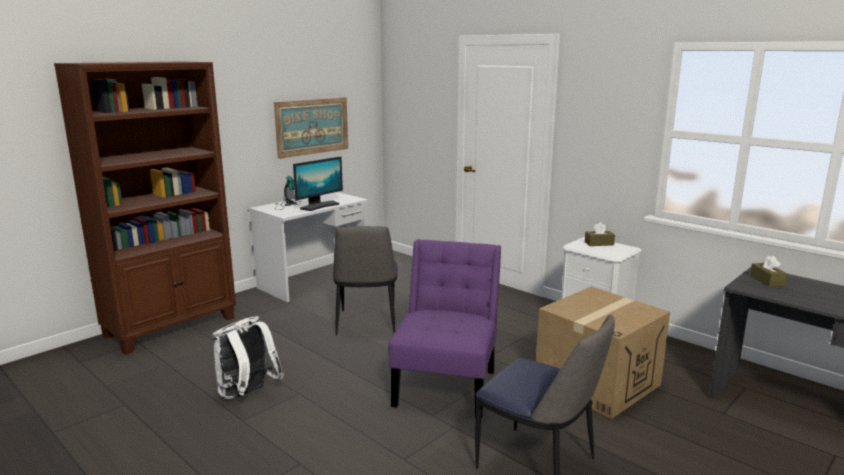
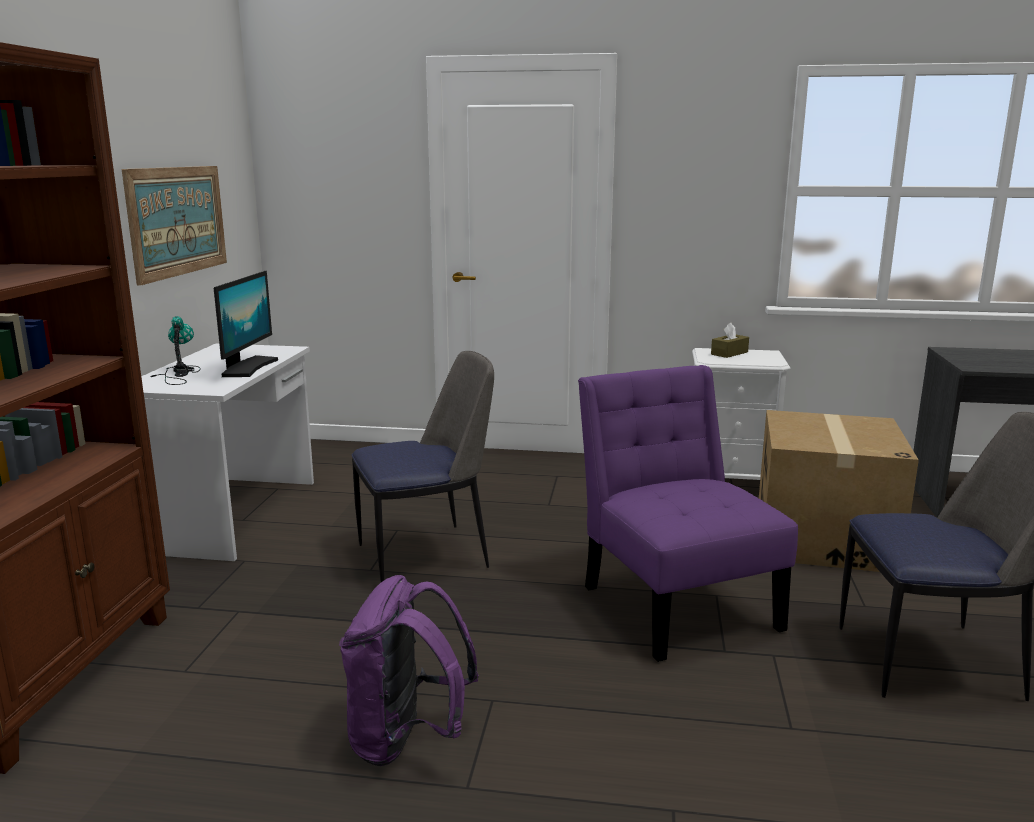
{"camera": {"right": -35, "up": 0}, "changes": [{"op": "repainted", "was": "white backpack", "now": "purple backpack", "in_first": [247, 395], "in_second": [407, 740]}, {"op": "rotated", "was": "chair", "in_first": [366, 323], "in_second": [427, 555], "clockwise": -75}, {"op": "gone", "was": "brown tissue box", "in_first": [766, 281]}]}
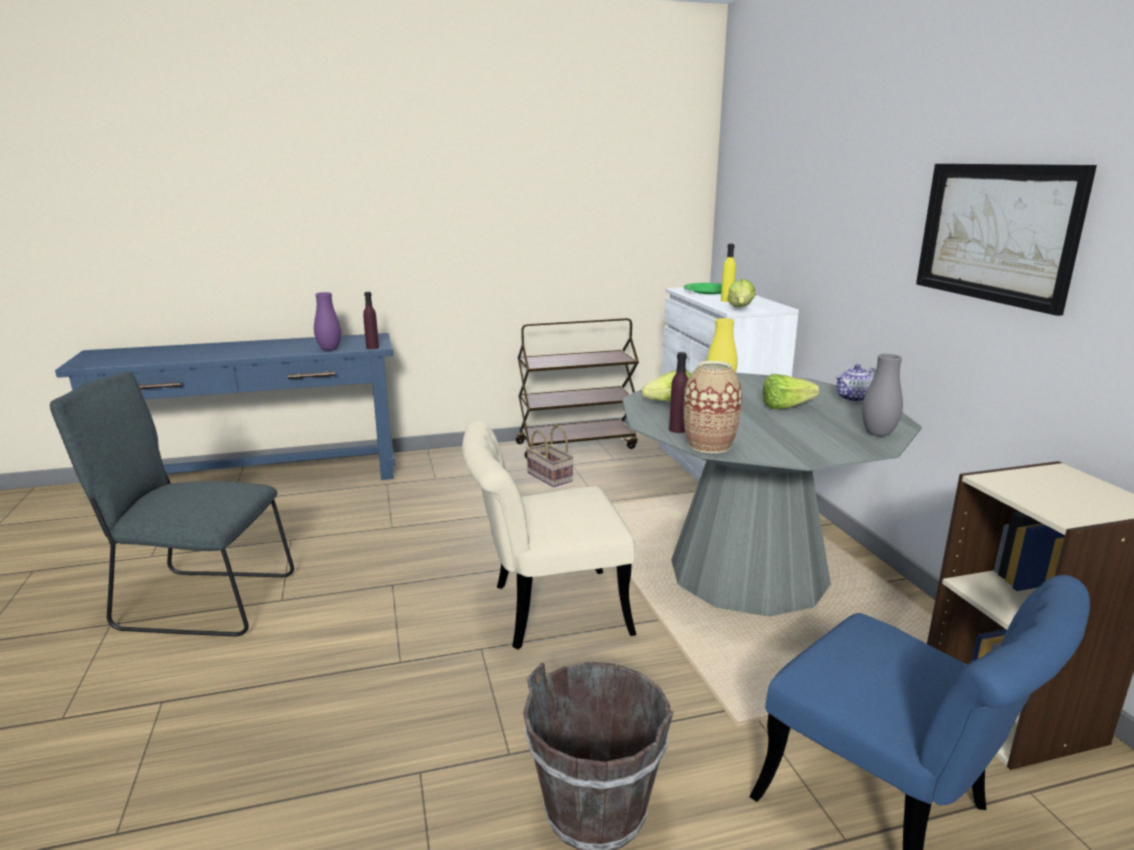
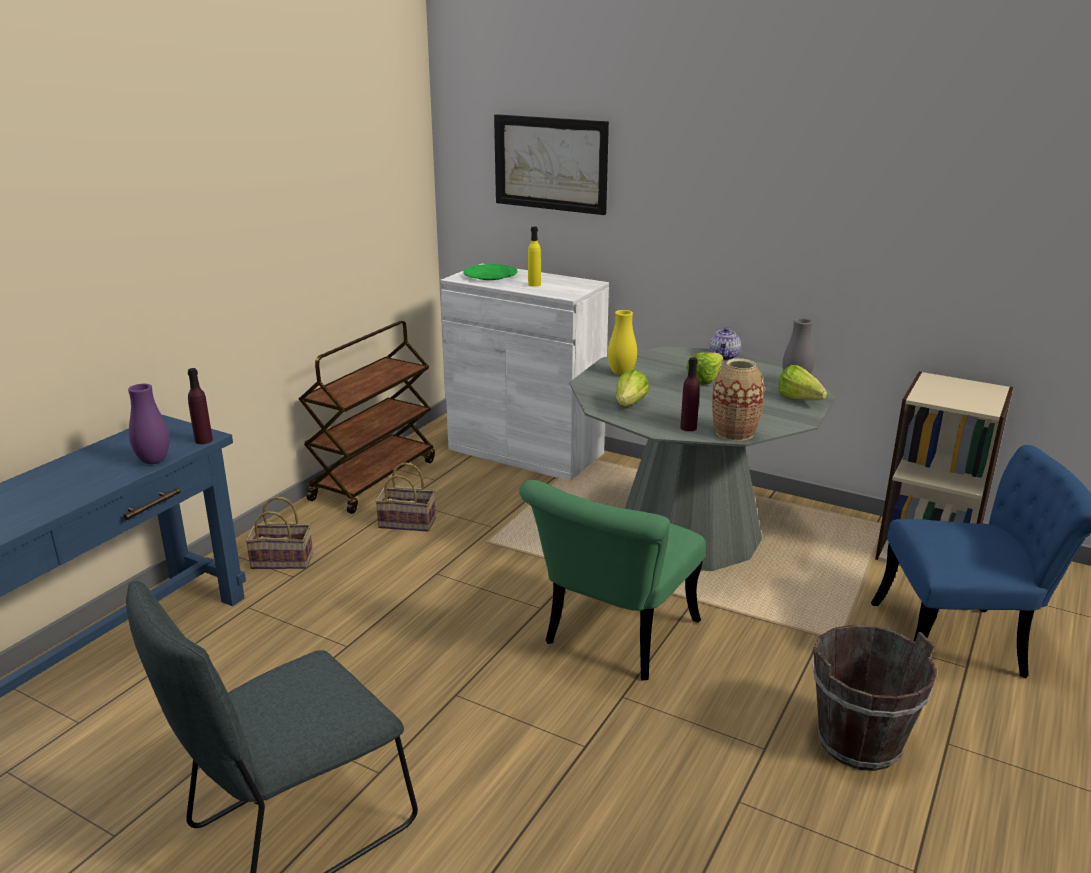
{"camera": {"right": -45, "up": 5}, "changes": [{"op": "new", "now": "basket", "in_second": [284, 560]}, {"op": "shifted", "was": "picture", "in_first": [996, 233], "in_second": [551, 163]}, {"op": "repainted", "was": "beige chair", "now": "green chair", "in_first": [544, 611], "in_second": [613, 640]}, {"op": "shifted", "was": "lettuce", "in_first": [739, 309], "in_second": [802, 401]}]}
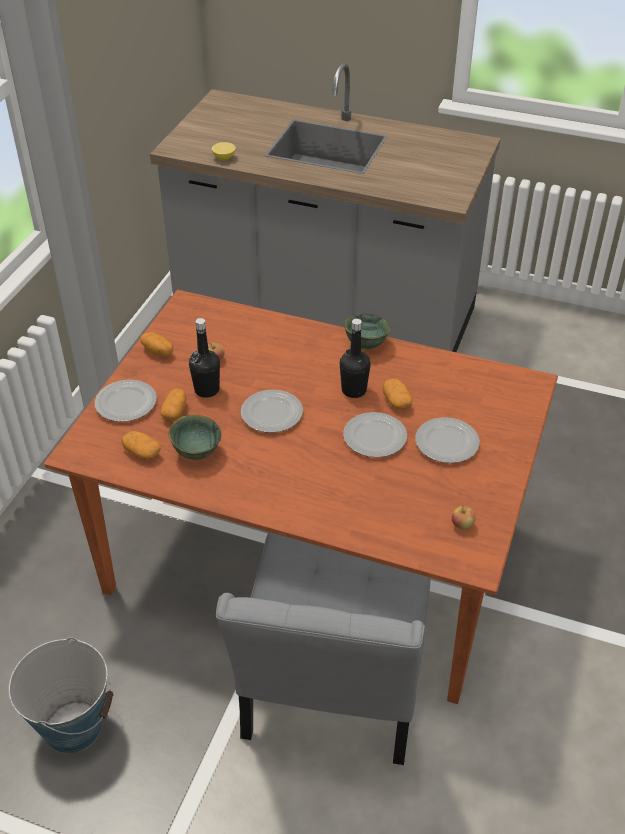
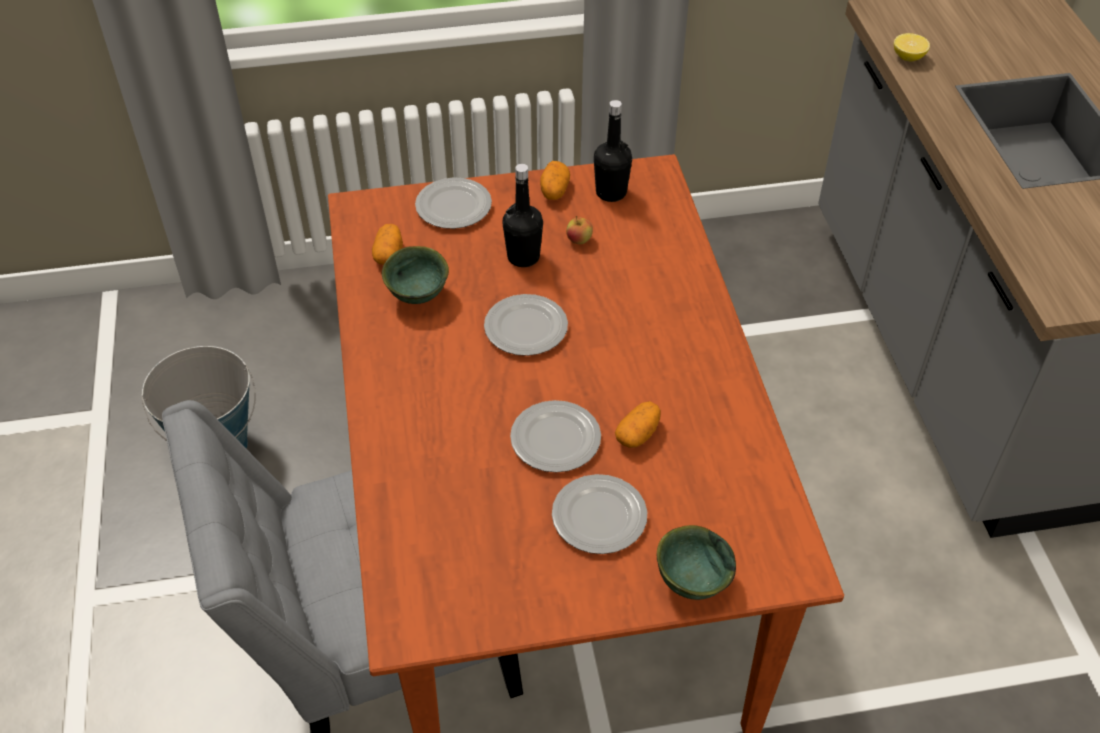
{"camera": {"right": 60, "up": 5}, "changes": [{"op": "shifted", "was": "black bottle", "in_first": [354, 390], "in_second": [611, 192]}, {"op": "shifted", "was": "green bowl", "in_first": [365, 345], "in_second": [690, 581]}, {"op": "gone", "was": "potato", "in_first": [175, 412]}, {"op": "gone", "was": "apple", "in_first": [462, 525]}]}
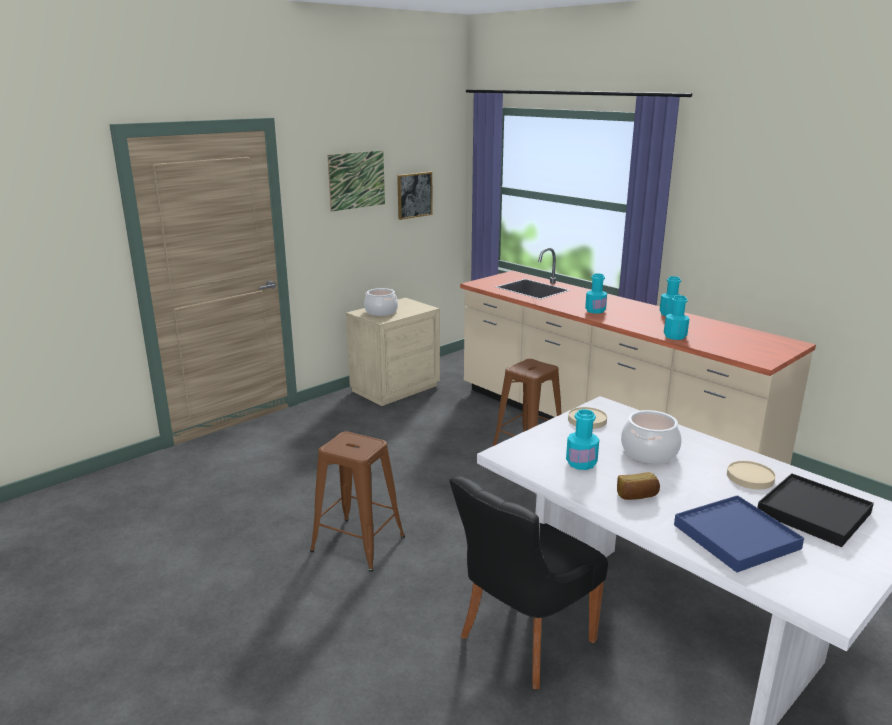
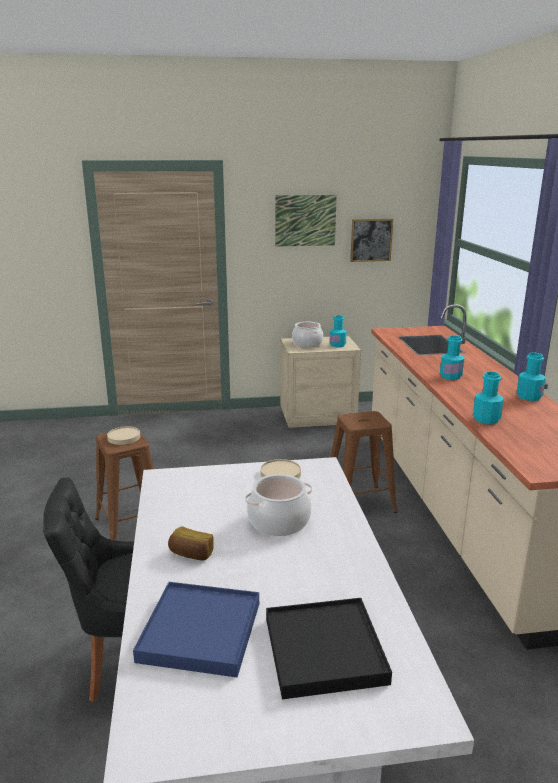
{"camera": {"right": 35, "up": 0}, "changes": [{"op": "shifted", "was": "beige plate", "in_first": [750, 477], "in_second": [124, 437]}, {"op": "shifted", "was": "turquoise bottle", "in_first": [581, 463], "in_second": [337, 345]}]}
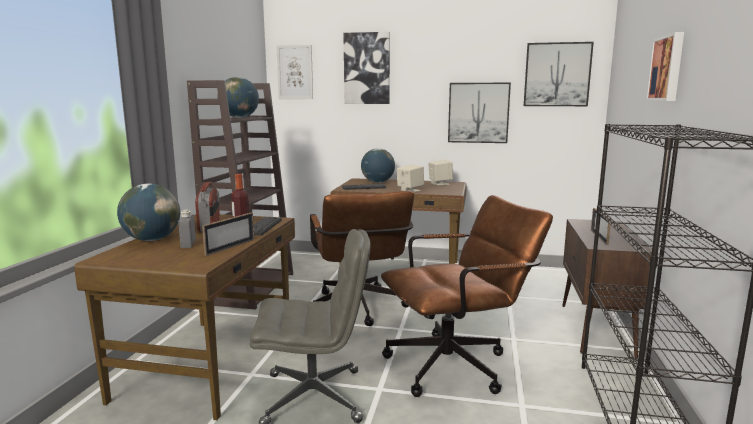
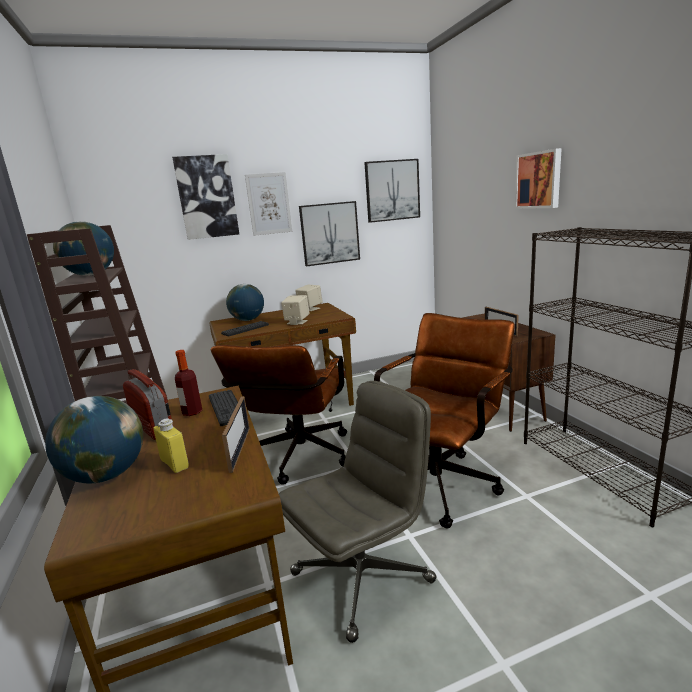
{"camera": {"right": -30, "up": 5}, "changes": [{"op": "repainted", "was": "grey bottle", "now": "yellow bottle", "in_first": [188, 244], "in_second": [174, 464]}, {"op": "rotated", "was": "brown office chair", "in_first": [359, 310], "in_second": [298, 459], "clockwise": 60}, {"op": "shifted", "was": "picture", "in_first": [295, 72], "in_second": [269, 204]}]}
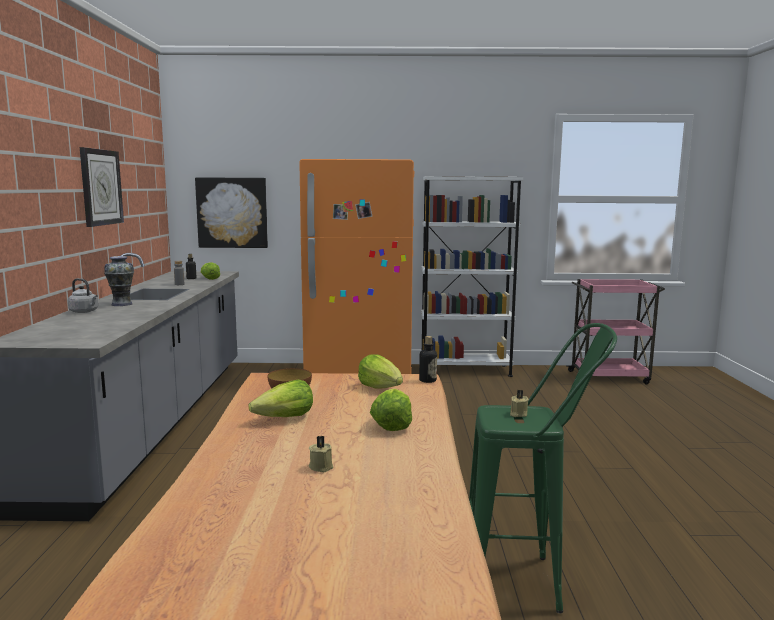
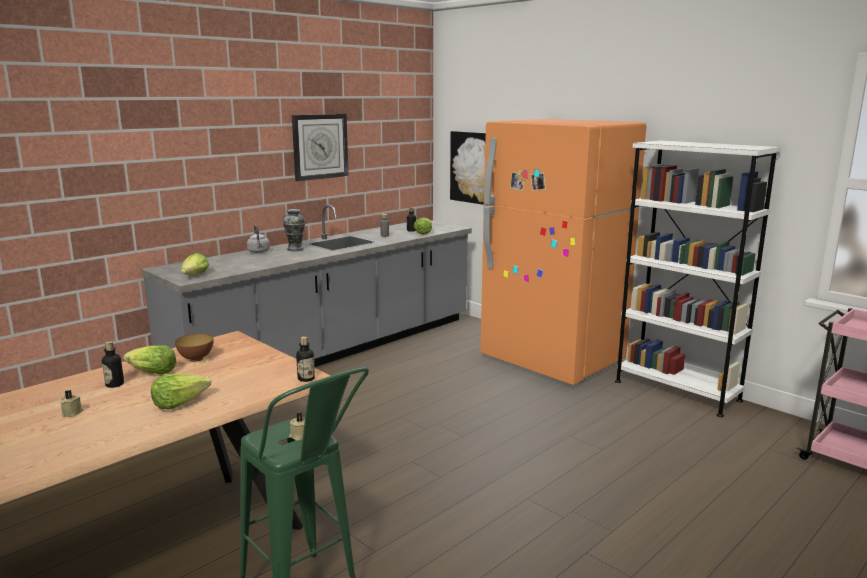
{"camera": {"right": 45, "up": 5}, "changes": [{"op": "new", "now": "bottle", "in_second": [114, 384]}, {"op": "shifted", "was": "lettuce", "in_first": [381, 388], "in_second": [195, 275]}]}
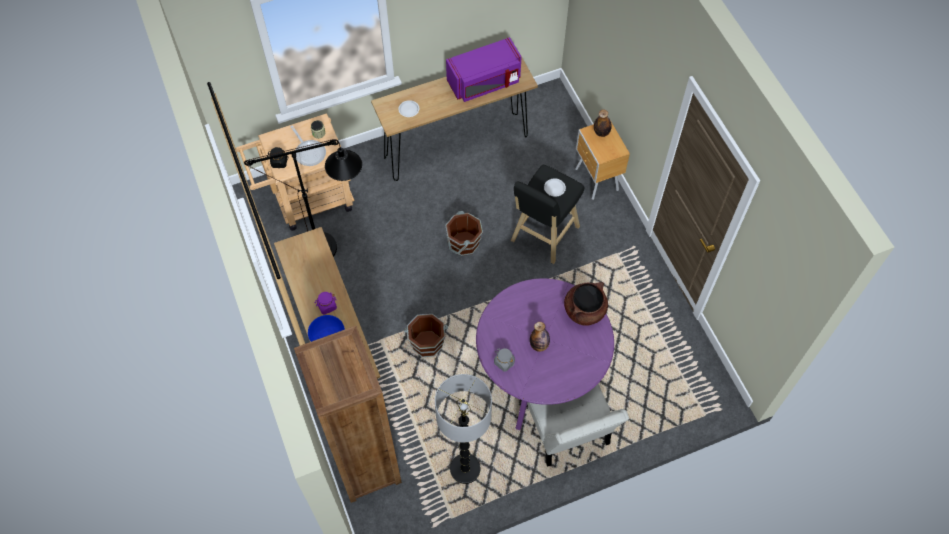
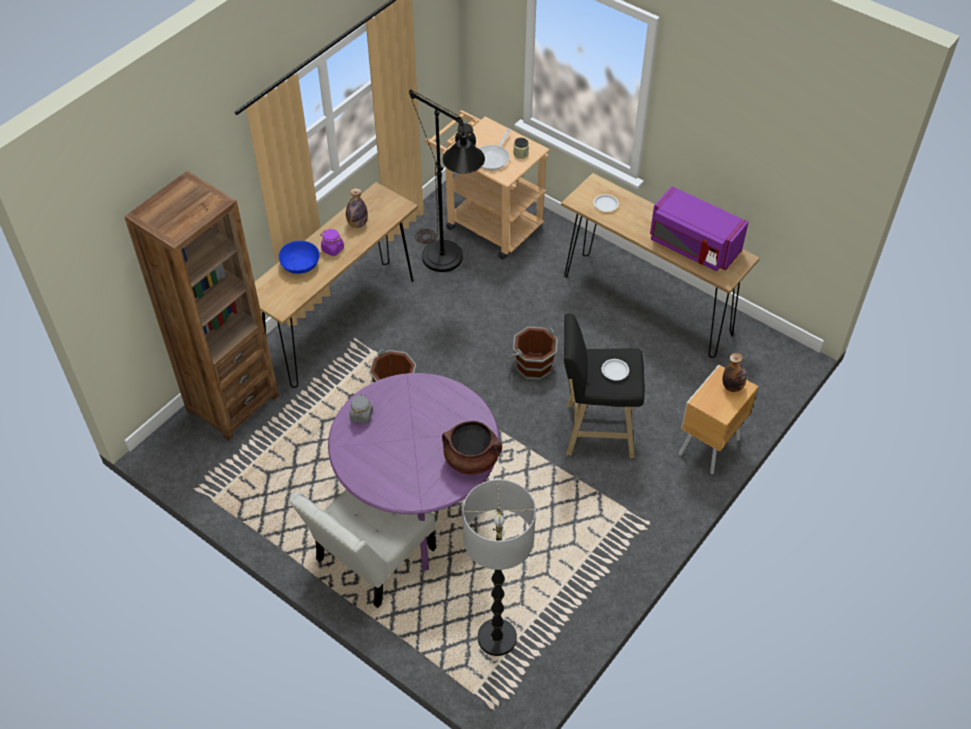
{"camera": {"right": 60, "up": -10}, "changes": [{"op": "shifted", "was": "bottle", "in_first": [539, 345], "in_second": [357, 224]}, {"op": "shifted", "was": "floor lamp", "in_first": [465, 469], "in_second": [496, 638]}]}
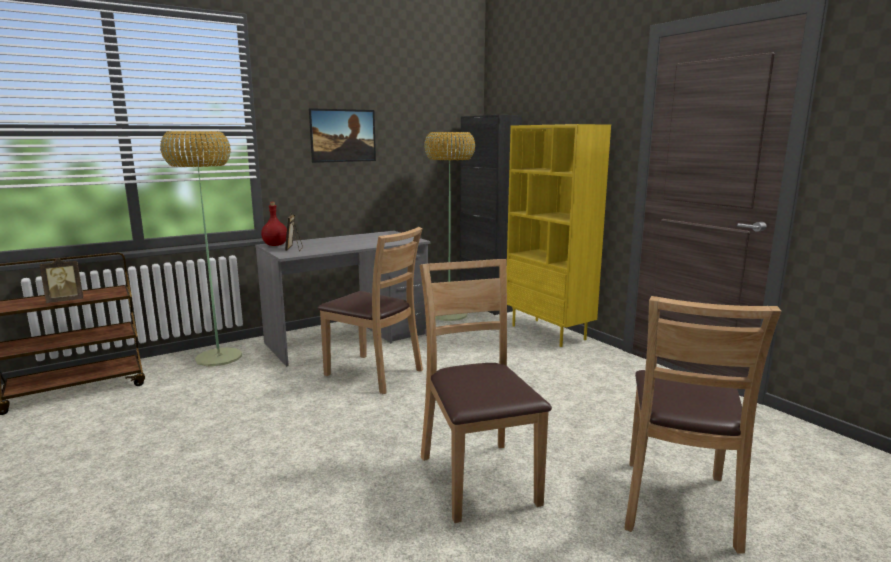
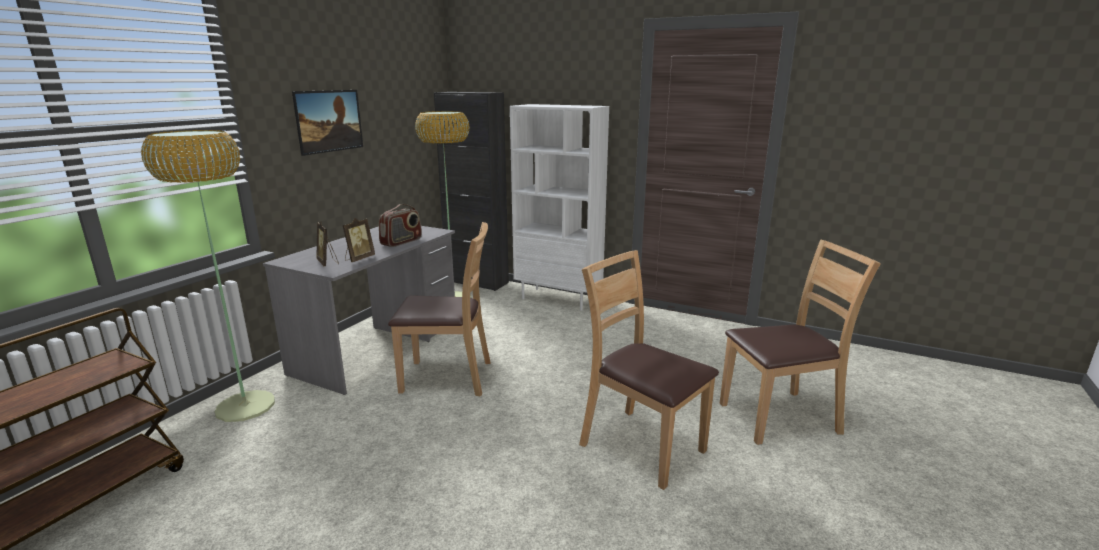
{"camera": {"right": -30, "up": 5}, "changes": [{"op": "shifted", "was": "picture frame", "in_first": [65, 301], "in_second": [359, 259]}, {"op": "new", "now": "radio", "in_second": [401, 242]}, {"op": "repainted", "was": "yellow bookcase", "now": "white bookcase", "in_first": [549, 332], "in_second": [559, 299]}, {"op": "rotated", "was": "brown chair", "in_first": [677, 504], "in_second": [779, 417], "clockwise": -90}, {"op": "gone", "was": "red bottle", "in_first": [276, 245]}]}
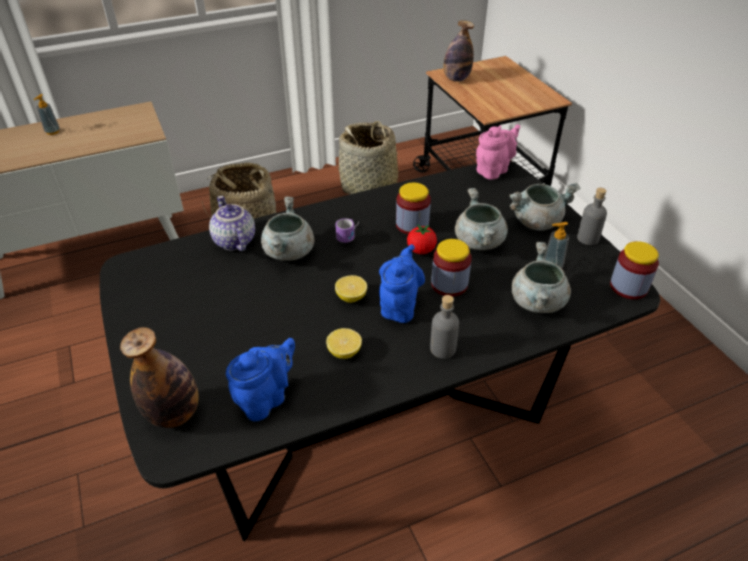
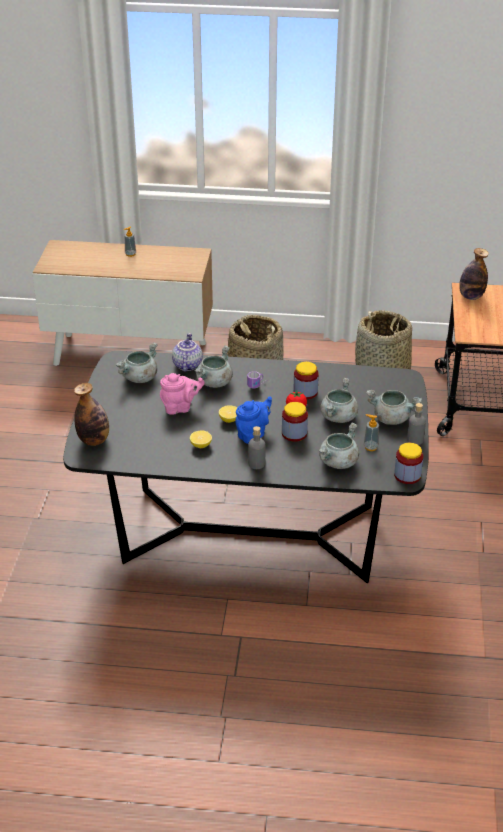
{"camera": {"right": 30, "up": -5}, "changes": [{"op": "new", "now": "grey cooking pot", "in_second": [139, 378]}, {"op": "shifted", "was": "pink teapot", "in_first": [494, 170], "in_second": [180, 408]}, {"op": "gone", "was": "blue teapot", "in_first": [265, 399]}]}
